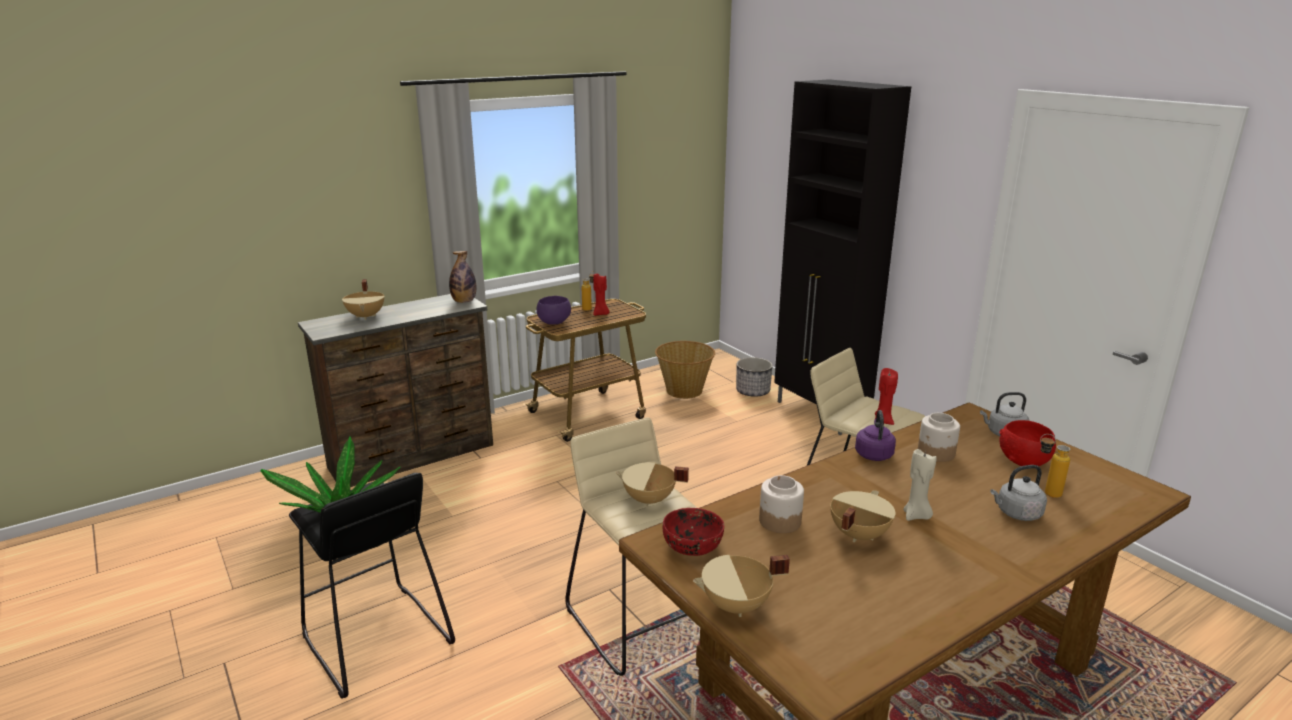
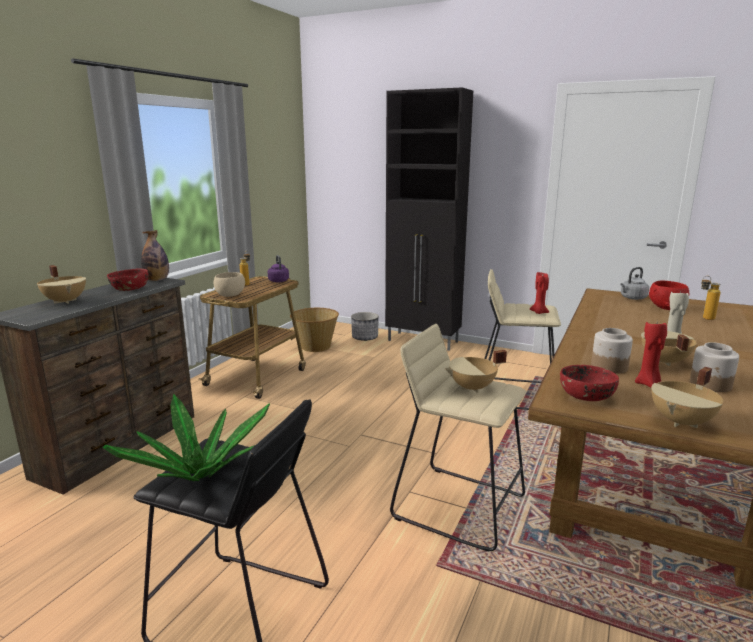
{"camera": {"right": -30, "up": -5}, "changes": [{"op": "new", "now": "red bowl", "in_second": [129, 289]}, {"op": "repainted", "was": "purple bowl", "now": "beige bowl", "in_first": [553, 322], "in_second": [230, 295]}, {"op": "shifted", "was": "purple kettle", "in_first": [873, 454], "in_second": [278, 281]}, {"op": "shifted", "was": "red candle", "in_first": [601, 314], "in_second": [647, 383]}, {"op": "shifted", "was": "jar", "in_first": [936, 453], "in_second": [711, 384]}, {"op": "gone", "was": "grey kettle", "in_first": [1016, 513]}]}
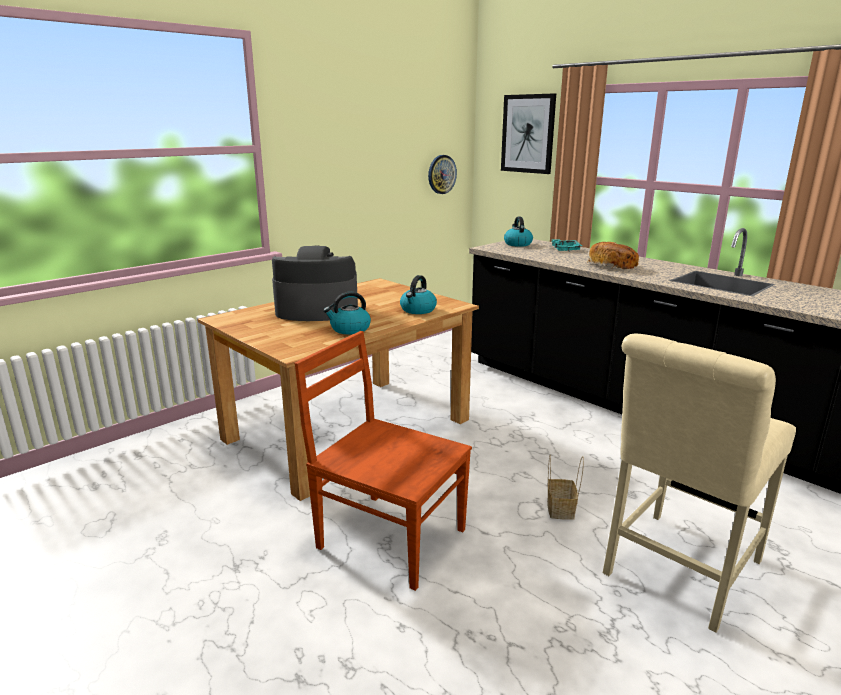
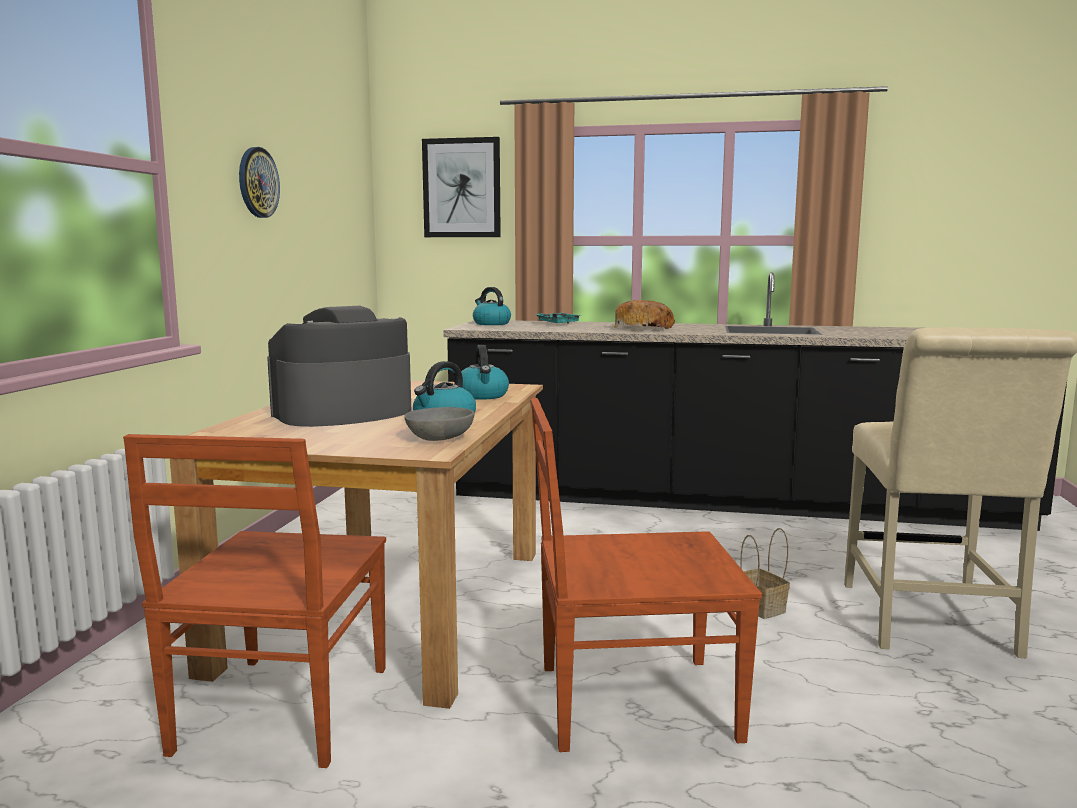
{"camera": {"right": -35, "up": -10}, "changes": [{"op": "new", "now": "brown chair", "in_second": [281, 712]}, {"op": "shifted", "was": "wall clock", "in_first": [441, 174], "in_second": [257, 182]}, {"op": "new", "now": "grey bowl", "in_second": [439, 438]}]}
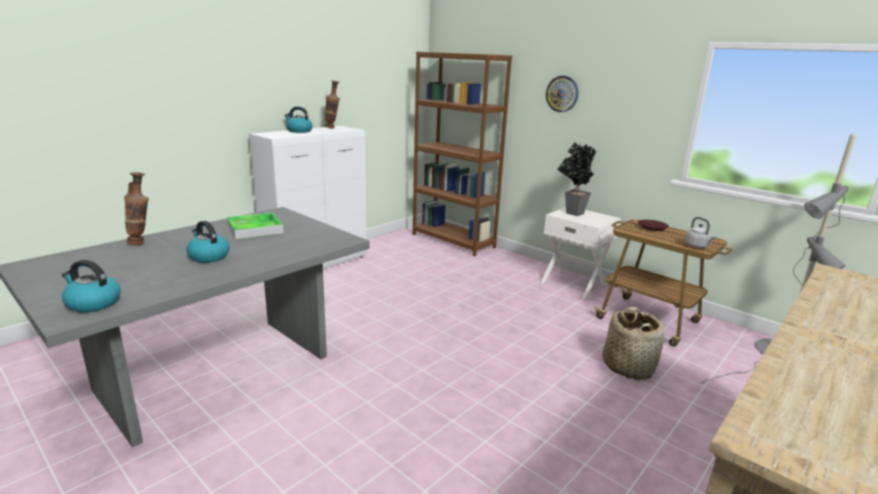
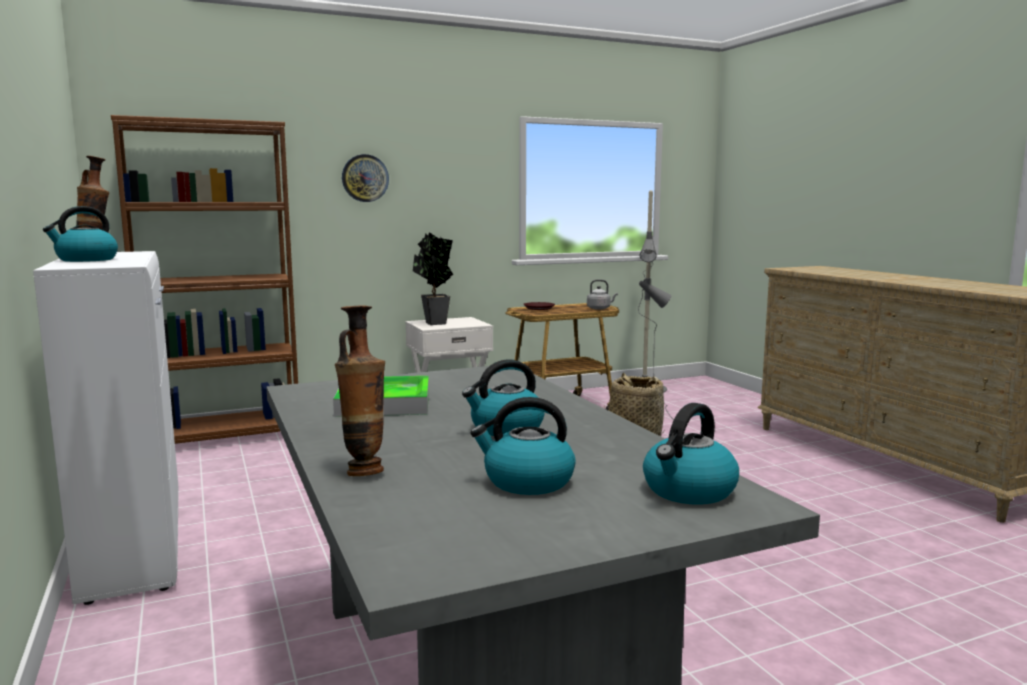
{"camera": {"right": -65, "up": -10}, "changes": [{"op": "new", "now": "kettle", "in_second": [527, 481]}]}
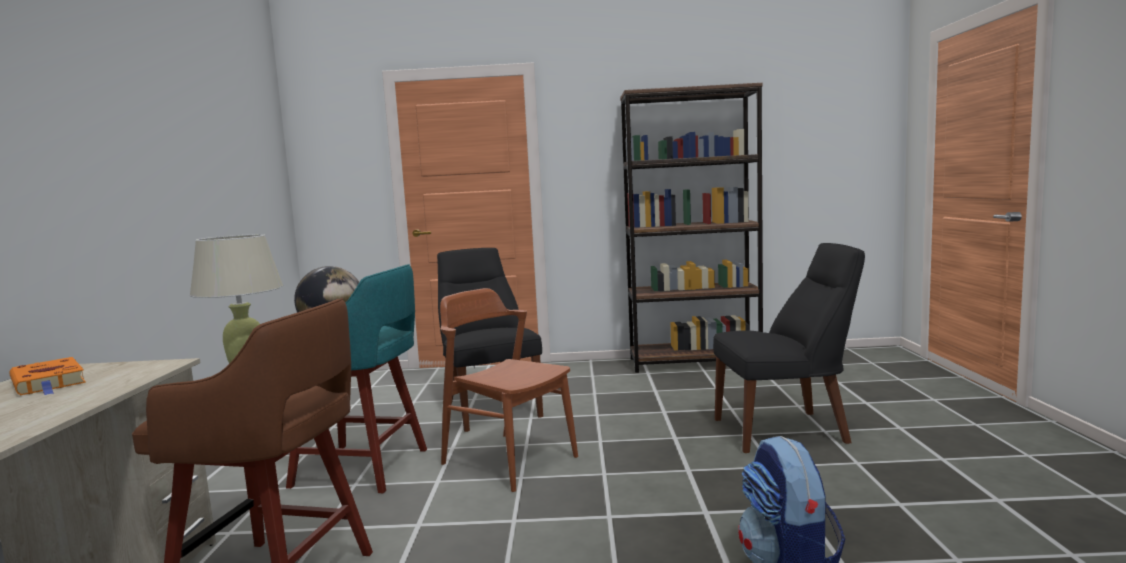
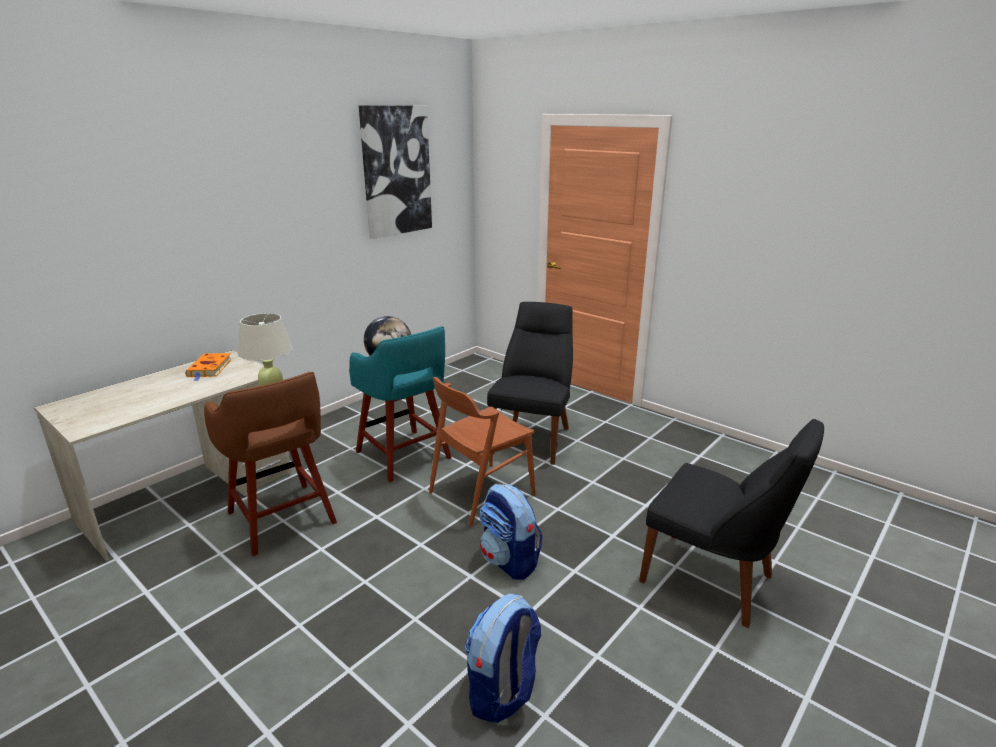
{"camera": {"right": 40, "up": 15}, "changes": [{"op": "new", "now": "picture", "in_second": [396, 171]}, {"op": "rotated", "was": "brown chair", "in_first": [509, 460], "in_second": [481, 493], "clockwise": -120}, {"op": "new", "now": "backpack", "in_second": [509, 561]}, {"op": "gone", "was": "brown bookcase", "in_first": [694, 362]}]}
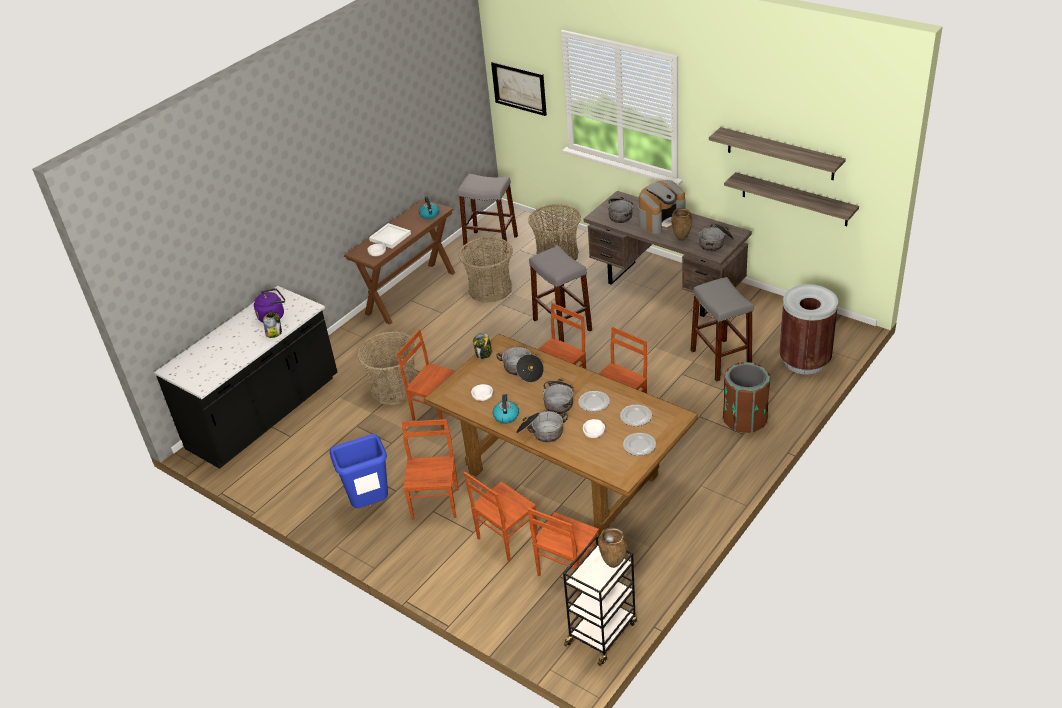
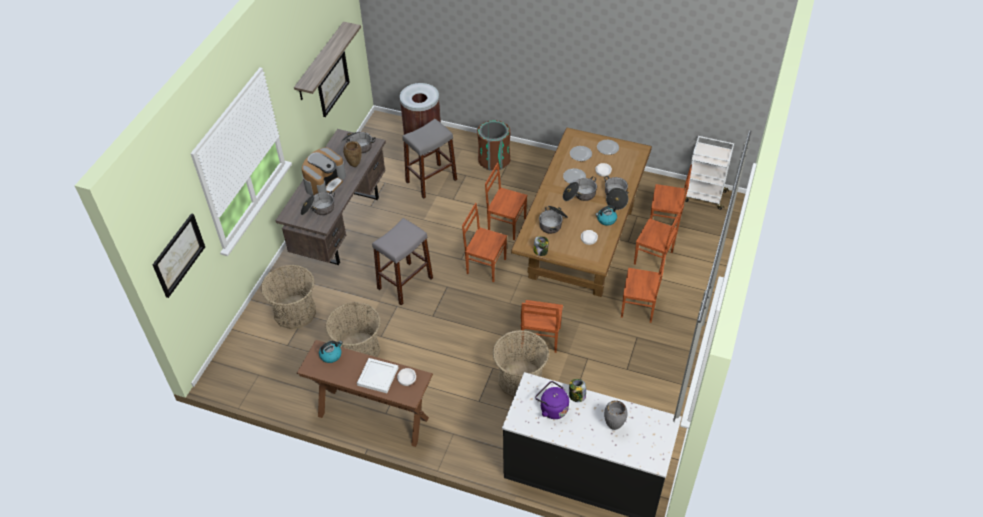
{"camera": {"right": -110, "up": 10}, "changes": [{"op": "rotated", "was": "coffee machine", "in_first": [661, 219], "in_second": [325, 182], "clockwise": 90}, {"op": "swapped", "was": "shelf", "now": "picture", "in_first": [794, 199], "in_second": [332, 83]}, {"op": "new", "now": "grey vase", "in_second": [613, 427]}, {"op": "rotated", "was": "brown chair", "in_first": [436, 503], "in_second": [639, 307], "clockwise": -150}, {"op": "repainted", "was": "black cart", "now": "white cart", "in_first": [602, 632], "in_second": [704, 196]}, {"op": "gone", "was": "blue trash can", "in_first": [370, 505]}, {"op": "gone", "was": "grey stool", "in_first": [491, 242]}, {"op": "gone", "was": "brown vase", "in_first": [614, 564]}]}
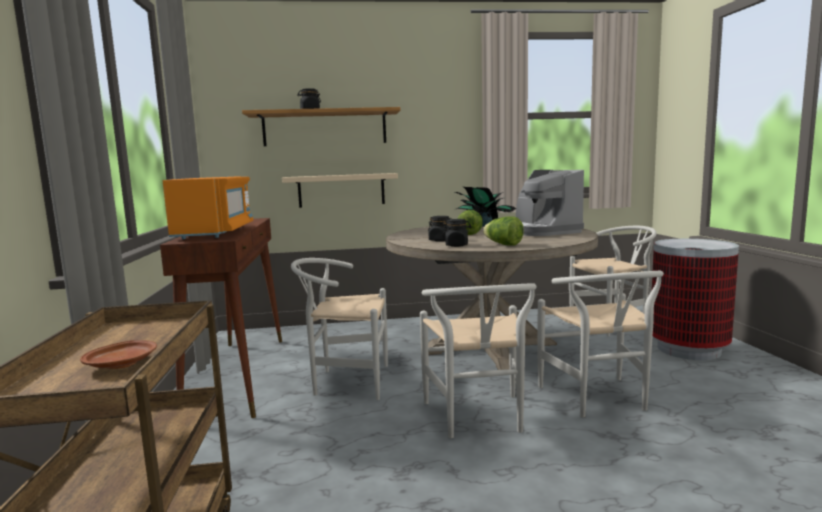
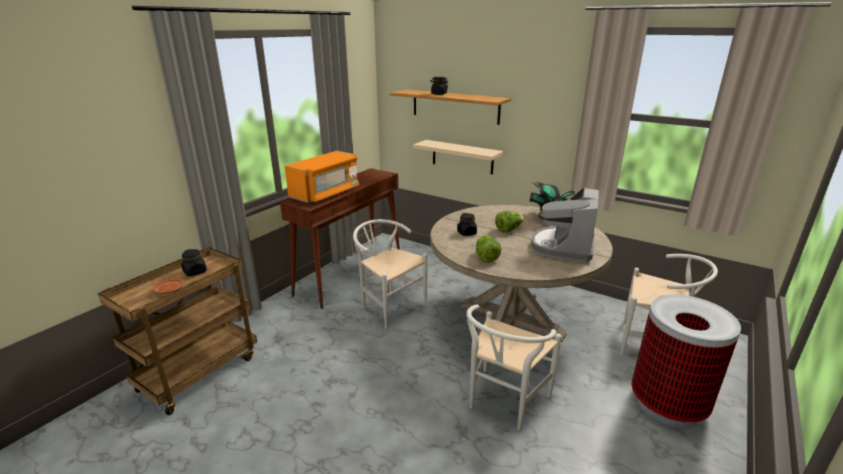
{"camera": {"right": 40, "up": 15}, "changes": [{"op": "shifted", "was": "black jar", "in_first": [457, 245], "in_second": [195, 272]}, {"op": "gone", "was": "white chair", "in_first": [478, 419]}]}
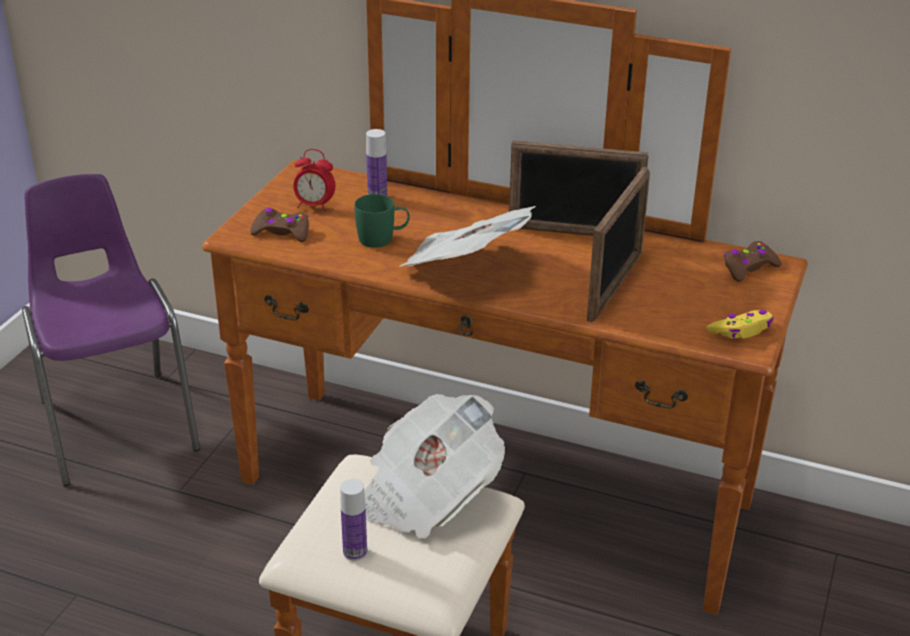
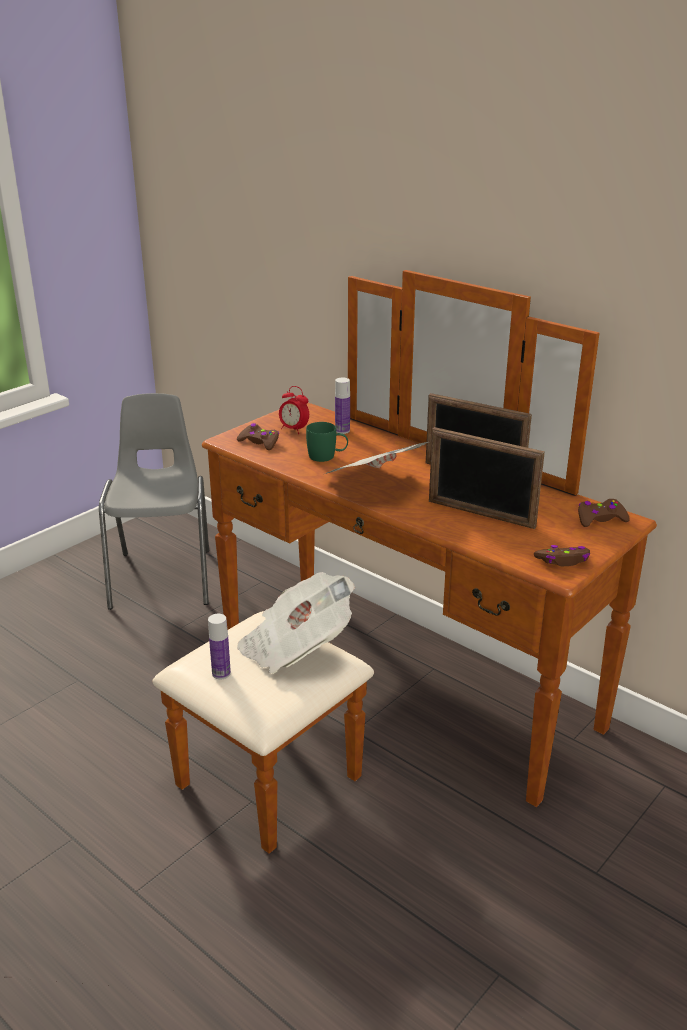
{"camera": {"right": 20, "up": -5}, "changes": [{"op": "repainted", "was": "purple chair", "now": "grey chair", "in_first": [117, 423], "in_second": [163, 576]}, {"op": "rotated", "was": "picture frame", "in_first": [615, 286], "in_second": [480, 514], "clockwise": 75}, {"op": "repainted", "was": "yellow game controller", "now": "brown game controller", "in_first": [741, 330], "in_second": [563, 561]}]}
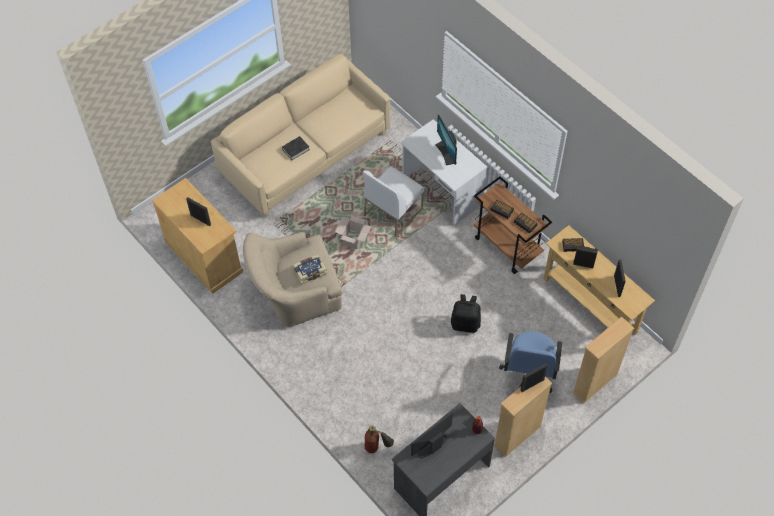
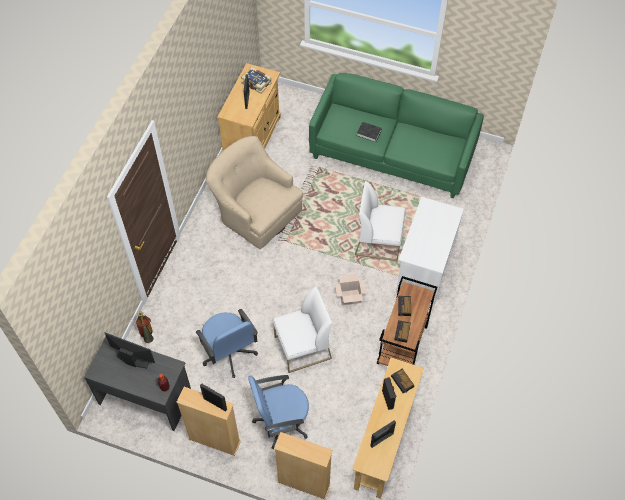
{"camera": {"right": 60, "up": 0}, "changes": [{"op": "new", "now": "blue office chair", "in_second": [229, 353]}, {"op": "shifted", "was": "book", "in_first": [309, 271], "in_second": [257, 83]}, {"op": "swapped", "was": "black backpack", "now": "white chair", "in_first": [465, 323], "in_second": [302, 348]}, {"op": "repainted", "was": "beige sofa", "now": "green sofa", "in_first": [306, 154], "in_second": [392, 154]}, {"op": "shifted", "was": "cardboard box", "in_first": [353, 240], "in_second": [349, 297]}, {"op": "gone", "was": "monitor", "in_first": [447, 153]}]}
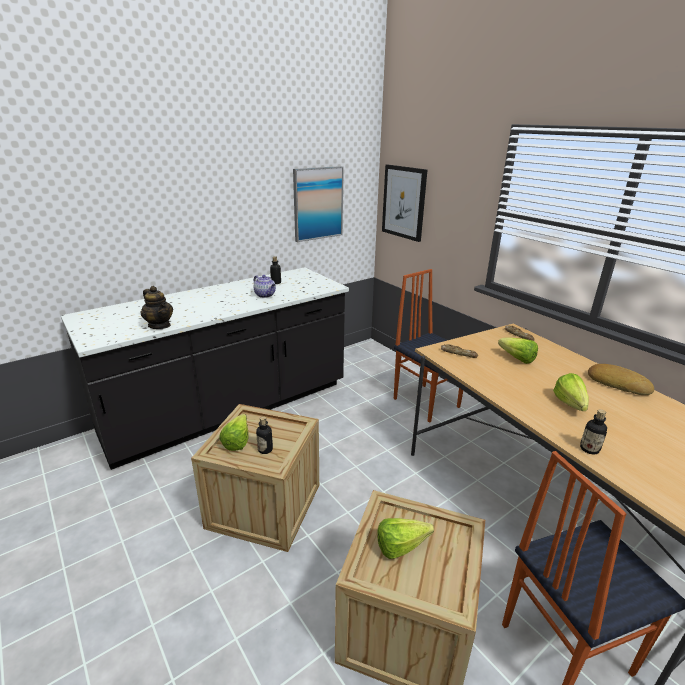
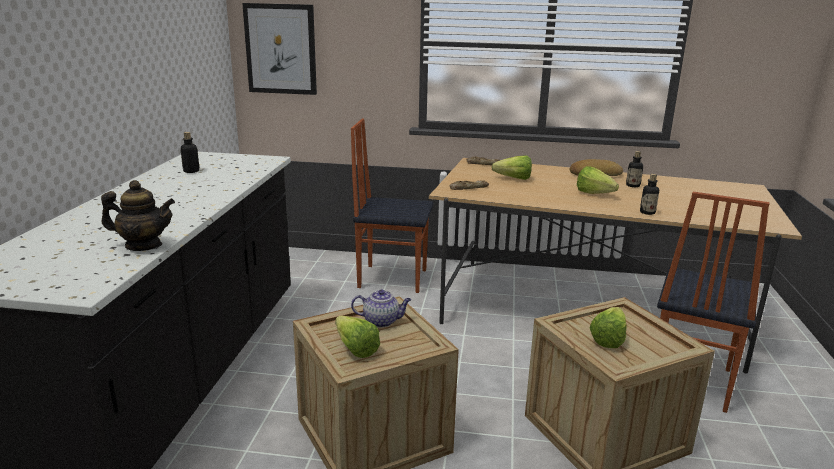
{"camera": {"right": -45, "up": -5}, "changes": [{"op": "shifted", "was": "teapot", "in_first": [265, 295], "in_second": [382, 321]}, {"op": "shifted", "was": "bottle", "in_first": [265, 449], "in_second": [632, 185]}, {"op": "gone", "was": "picture", "in_first": [318, 203]}]}
